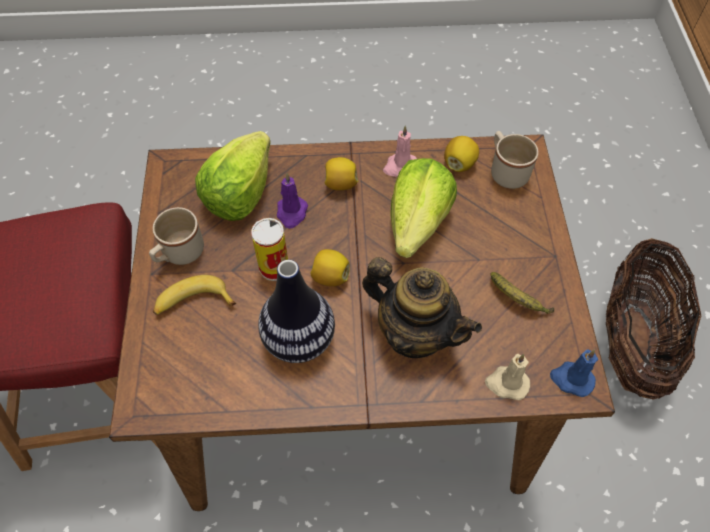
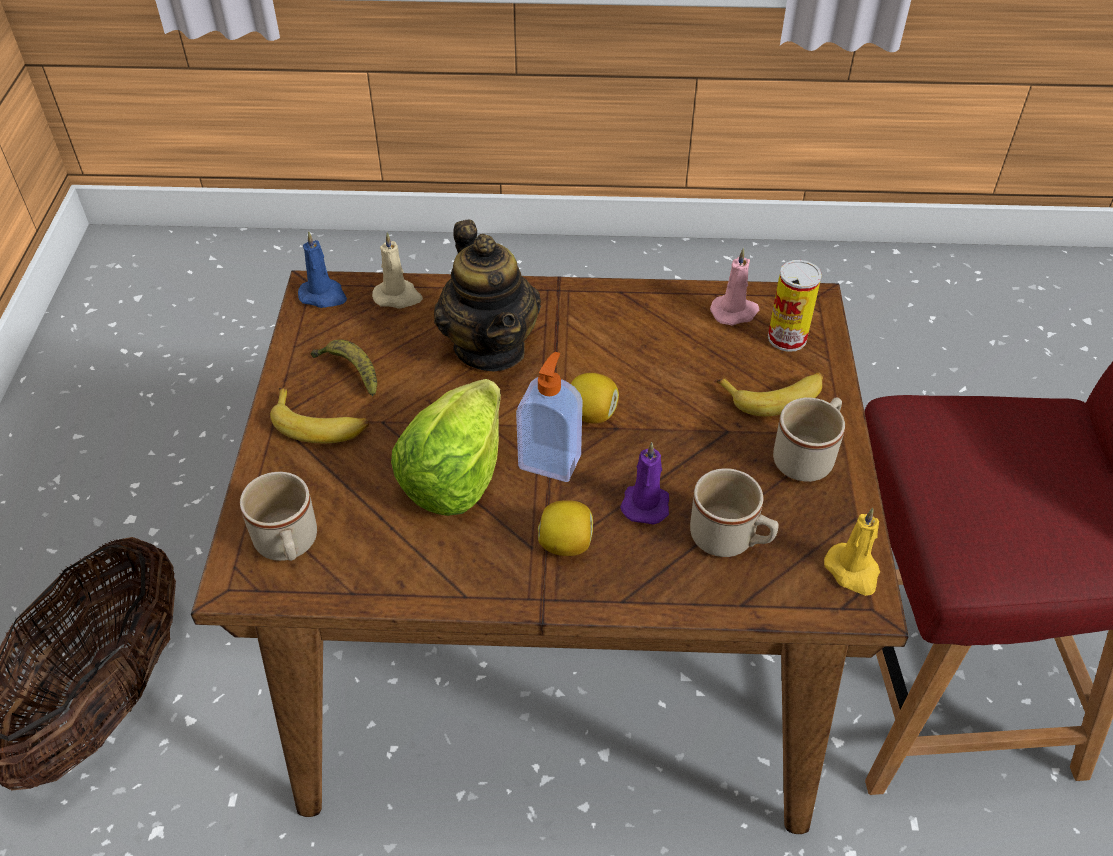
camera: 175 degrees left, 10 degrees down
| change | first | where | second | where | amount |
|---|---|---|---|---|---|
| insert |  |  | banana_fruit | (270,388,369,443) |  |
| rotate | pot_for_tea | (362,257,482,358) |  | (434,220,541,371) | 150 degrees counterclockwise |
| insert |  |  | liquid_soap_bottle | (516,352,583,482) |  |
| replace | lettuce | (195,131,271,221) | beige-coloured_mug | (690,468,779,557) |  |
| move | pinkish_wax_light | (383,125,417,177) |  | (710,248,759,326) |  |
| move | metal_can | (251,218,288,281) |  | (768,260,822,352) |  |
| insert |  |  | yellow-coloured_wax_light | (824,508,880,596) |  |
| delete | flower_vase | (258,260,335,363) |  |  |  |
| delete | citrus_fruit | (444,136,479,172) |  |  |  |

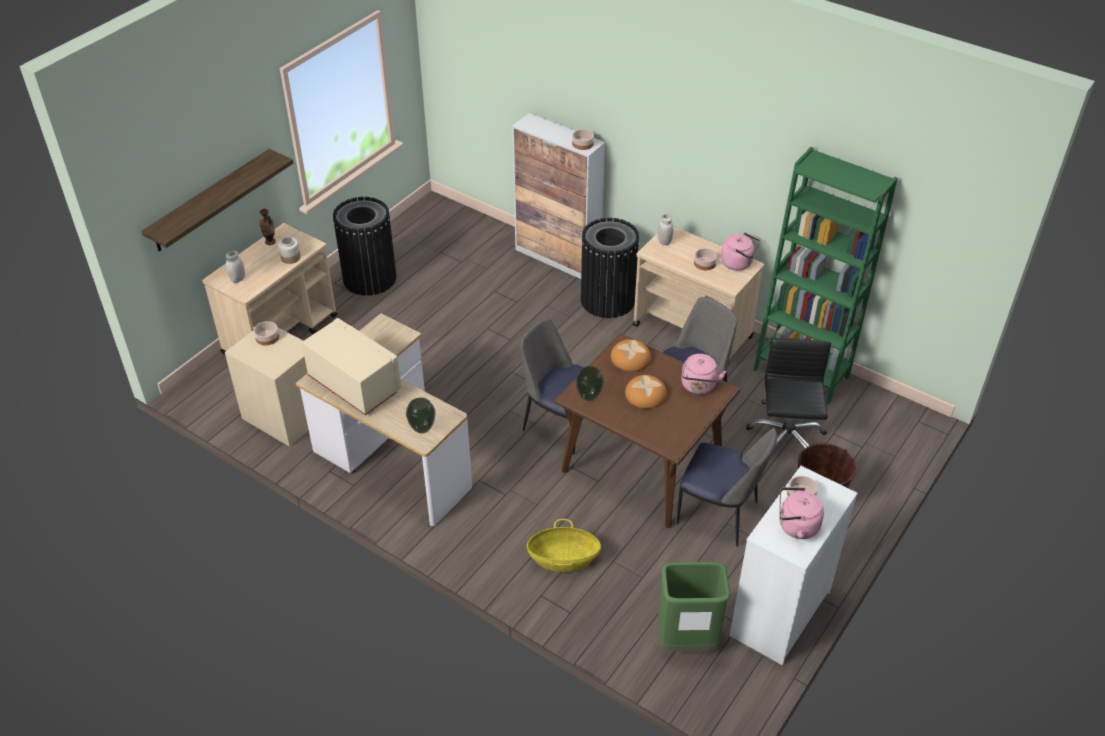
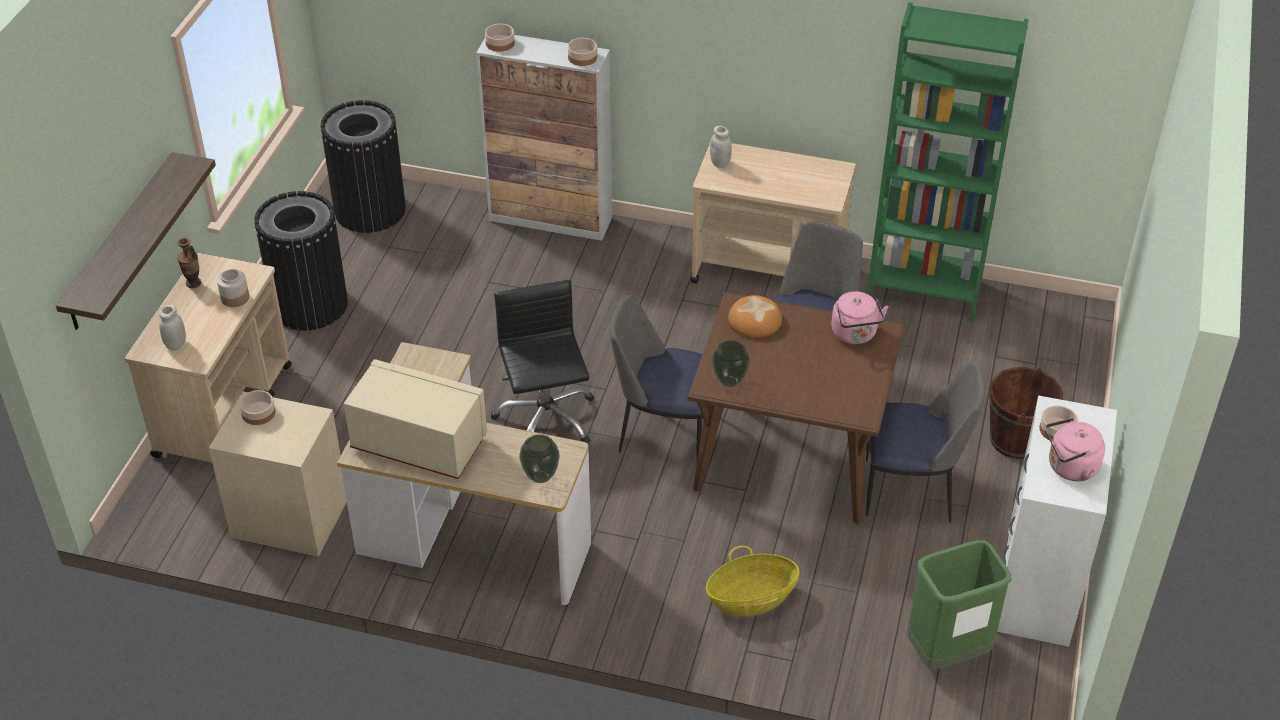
camera: 20 degrees left, 0 degrees up
| change | first | where | second | where | amount |
|---|---|---|---|---|---|
| move | black-coloured_waste_bin | (581,218,639,318) |  | (321,100,406,233) |  |
| move | serving_bowl | (694,248,717,270) |  | (485,24,515,52) |  |
| move | black-coloured_desk_chair | (746,338,831,448) |  | (491,280,594,443) |  |
| delete | bread | (625,375,667,409) |  |  |  |
| delete | pinkish_water_kettle | (721,233,760,270) |  |  |  |

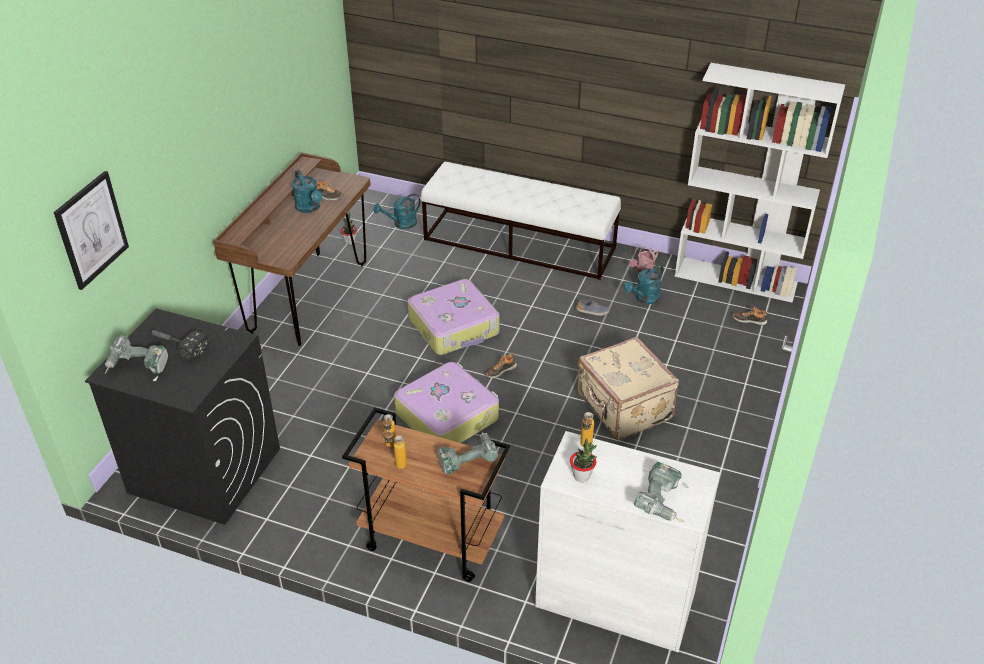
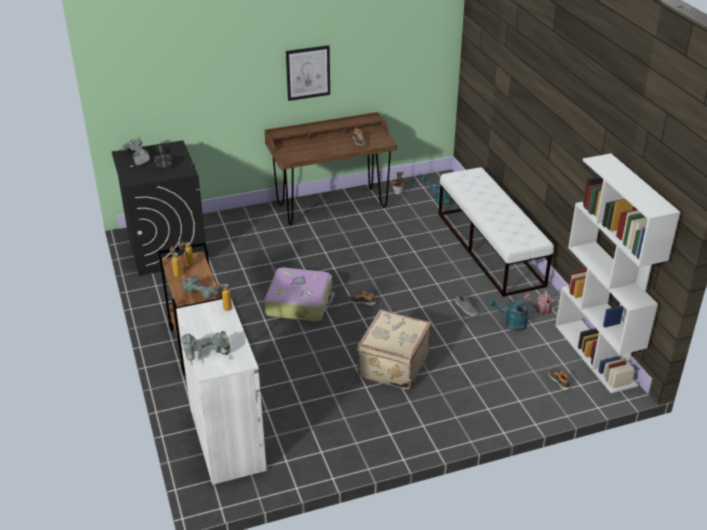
camera: 50 degrees right, 5 degrees down
| change | first | where | second | where | amount |
|---|---|---|---|---|---|
| move | wall_art | (54,171,129,290) |  | (286,45,330,101) |  |
| delete | turquoise_watering_pot | (292,170,322,213) |  |  |  |
| delete | piece_of_luggage | (407,279,500,355) |  |  |  |
| delete | plant_in_a_pot | (570,438,597,482) |  |  |  |

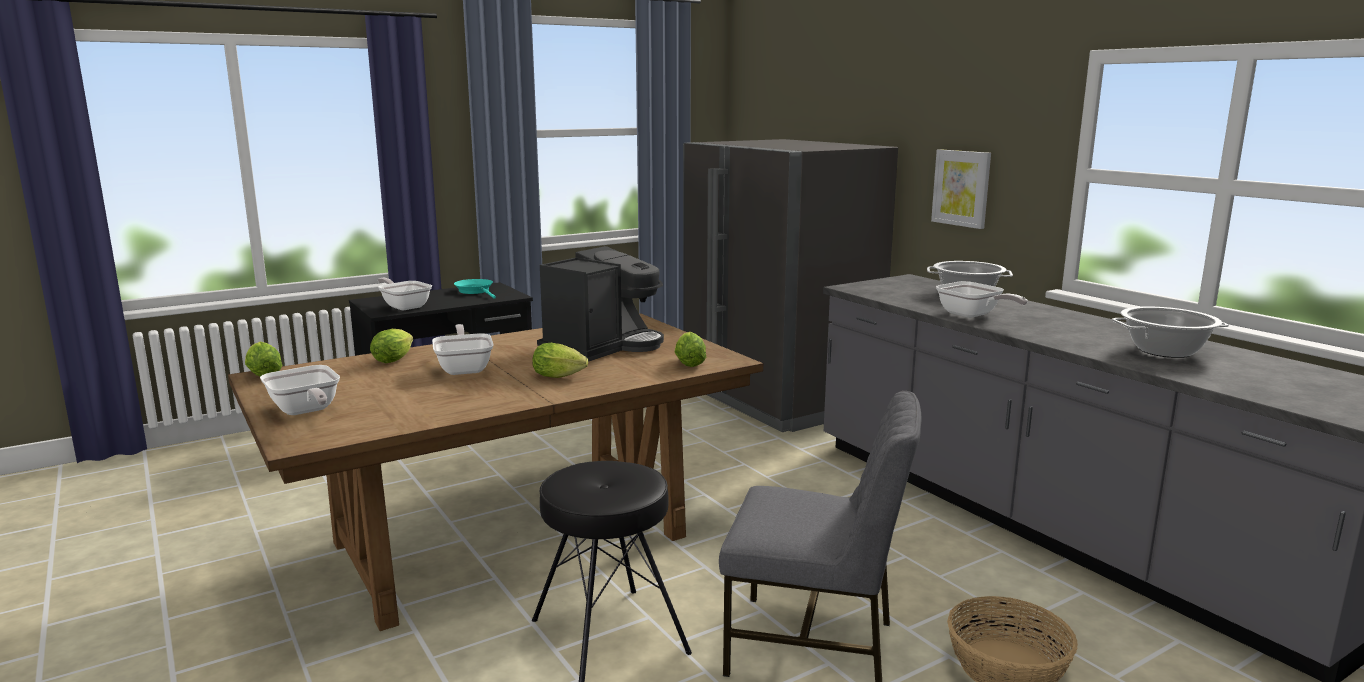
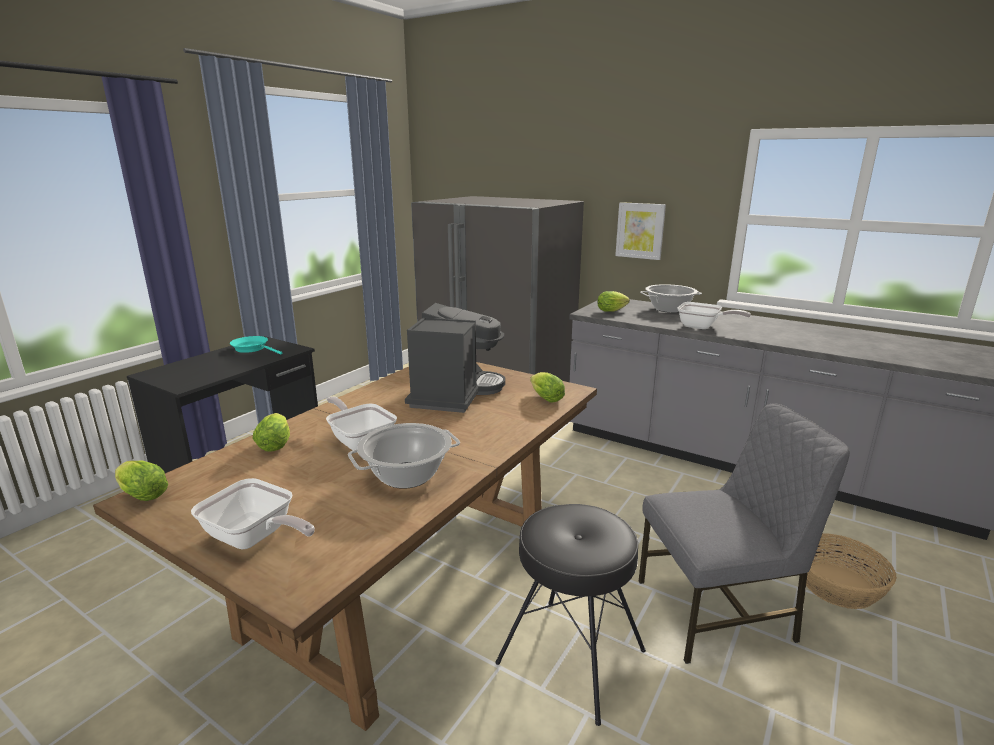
camera: 25 degrees left, 5 degrees up
| change | first | where | second | where | amount |
|---|---|---|---|---|---|
| move | stockpot | (1112,307,1229,358) |  | (348,423,460,489) |  |
| move | lettuce | (532,343,588,378) |  | (597,291,630,312) |  |
| delete | pan | (378,278,432,310) |  |  |  |

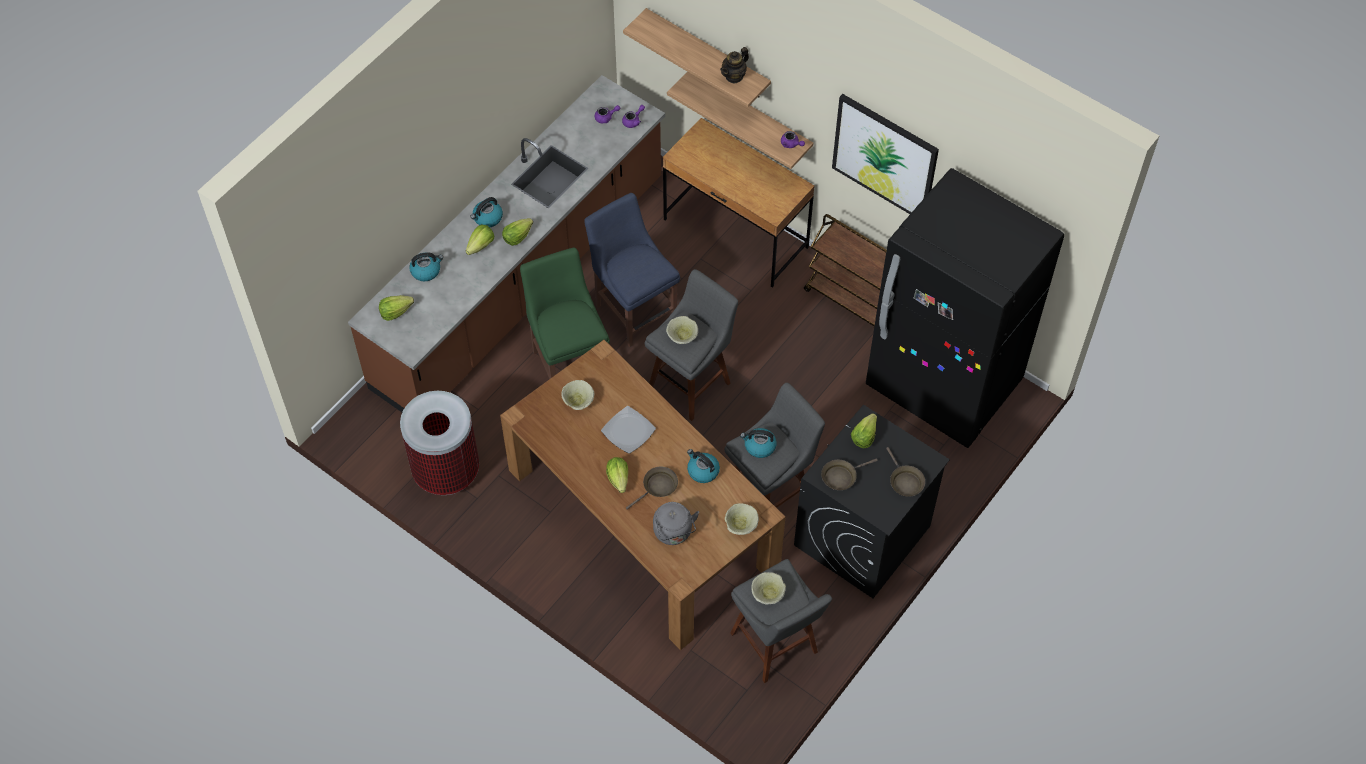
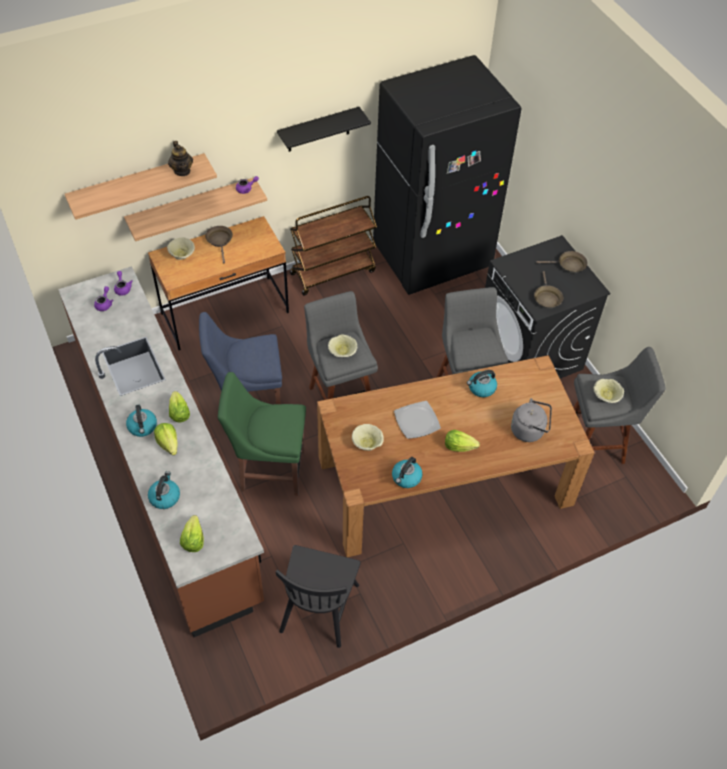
camera: 65 degrees left, 5 degrees down
| change | first | where | second | where | amount |
|---|---|---|---|---|---|
| move | beige-coloured_serving_bowl | (725,503,759,535) |  | (167,237,195,260) |  |
| move | brown-coloured_pan | (626,467,678,510) |  | (205,226,233,264) |  |
| replace | waste_bin | (400,391,479,495) | black-coloured_upright_chair | (276,545,361,648) |  |
| replace | wall_art | (832,94,939,214) | black-coloured_wall_shelf | (277,107,371,152) |  |
| move | water_kettle | (740,428,777,458) |  | (392,457,423,488) |  |
| delete | lettuce | (851,414,877,448) |  |  |  |

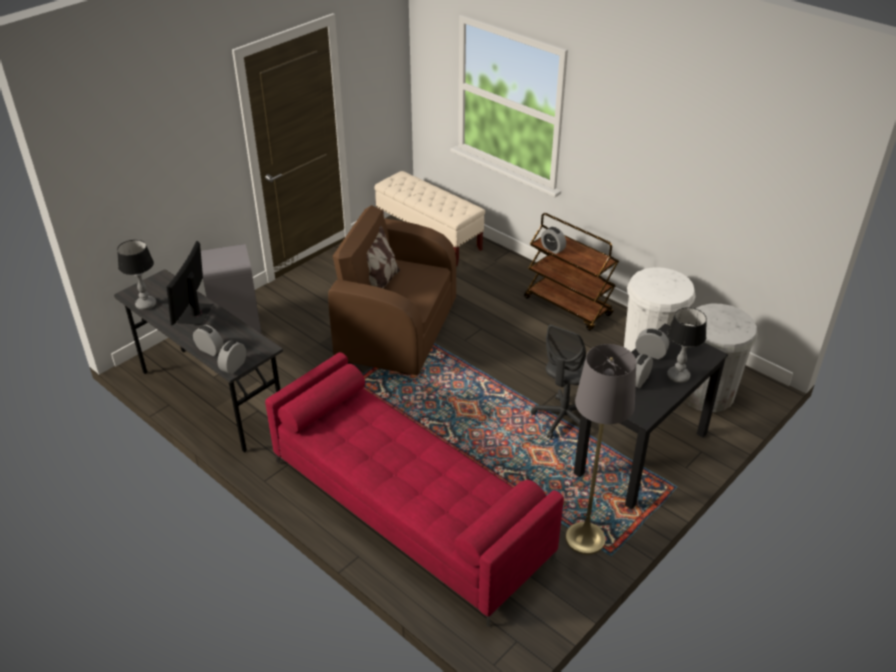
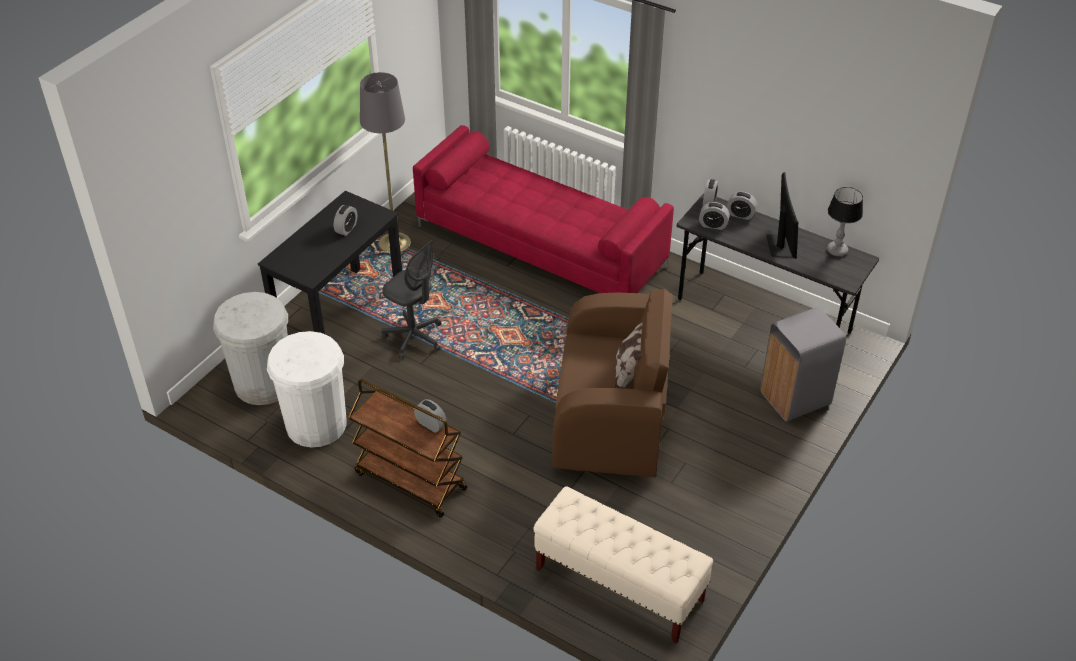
camera: 170 degrees right, 5 degrees up
| change | first | where | second | where | amount |
|---|---|---|---|---|---|
| rotate | greyish_desk_chair | (531,325,586,439) |  | (381,240,441,359) | 105 degrees clockwise |
| move | table_clock | (635,328,669,359) |  | (699,202,730,230) |  |
| delete | table_lamp | (667,307,707,383) |  |  |  |

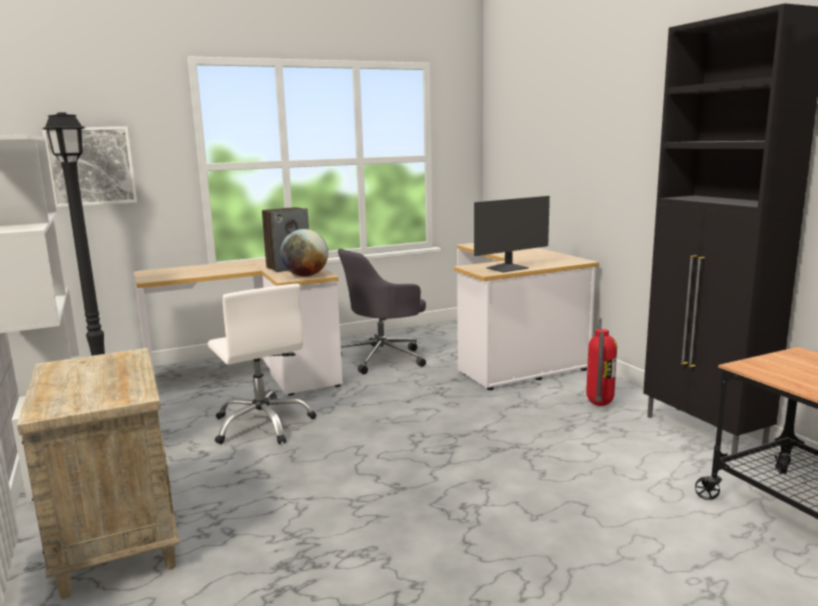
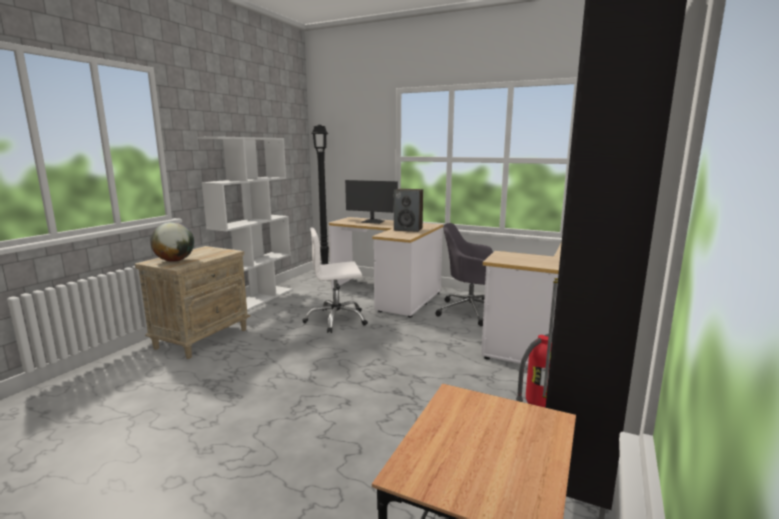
camera: 50 degrees right, 0 degrees up
| change | first | where | second | where | amount |
|---|---|---|---|---|---|
| move | world_globe | (280,229,328,276) |  | (150,222,194,262) |  |
| rotate | white_desk_chair | (208,284,316,444) |  | (302,227,368,333) | 60 degrees clockwise |
| move | computer_screen | (474,196,550,272) |  | (345,180,398,224) |  |
| delete | wall_art | (42,127,137,207) |  |  |  |

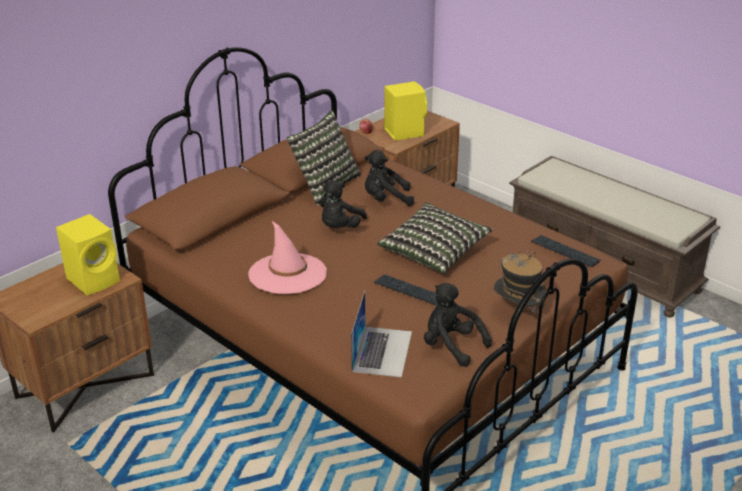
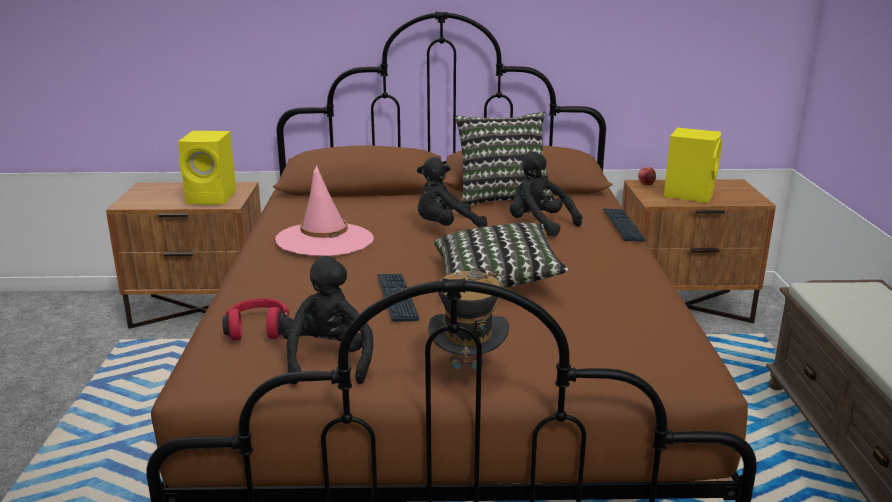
camera: 45 degrees right, 10 degrees down
| change | first | where | second | where | amount |
|---|---|---|---|---|---|
| replace | portable_computer | (351,291,412,377) | red-coloured_headset | (223,298,289,341) |  |
| move | keyboard | (531,235,600,267) |  | (603,208,646,242) |  |

